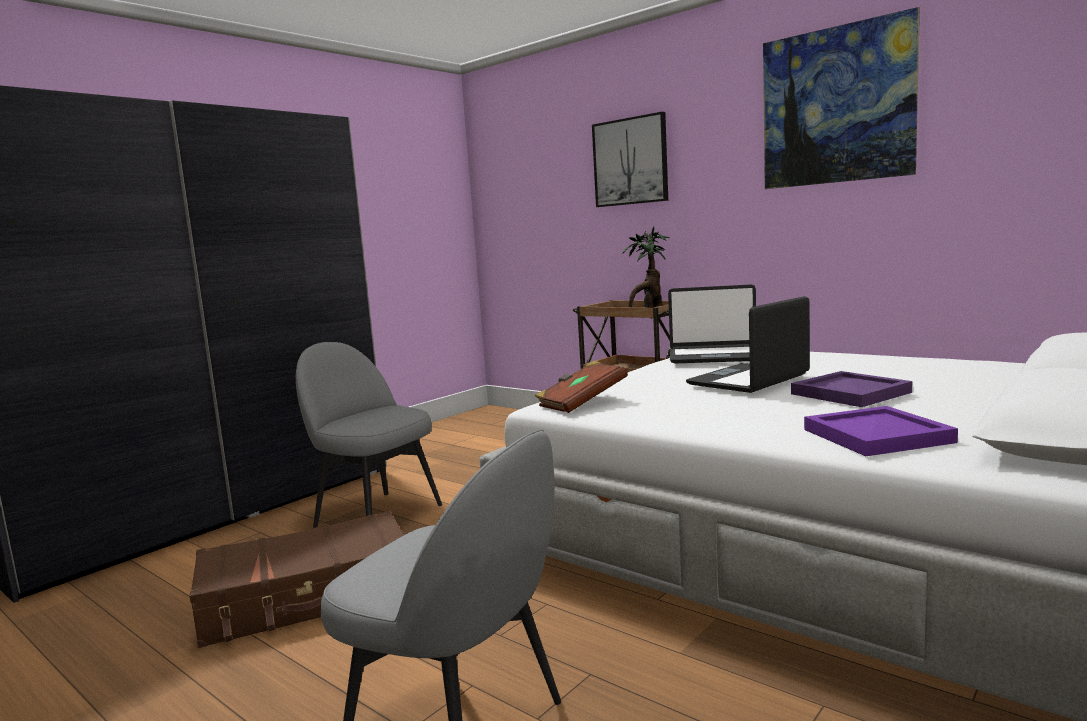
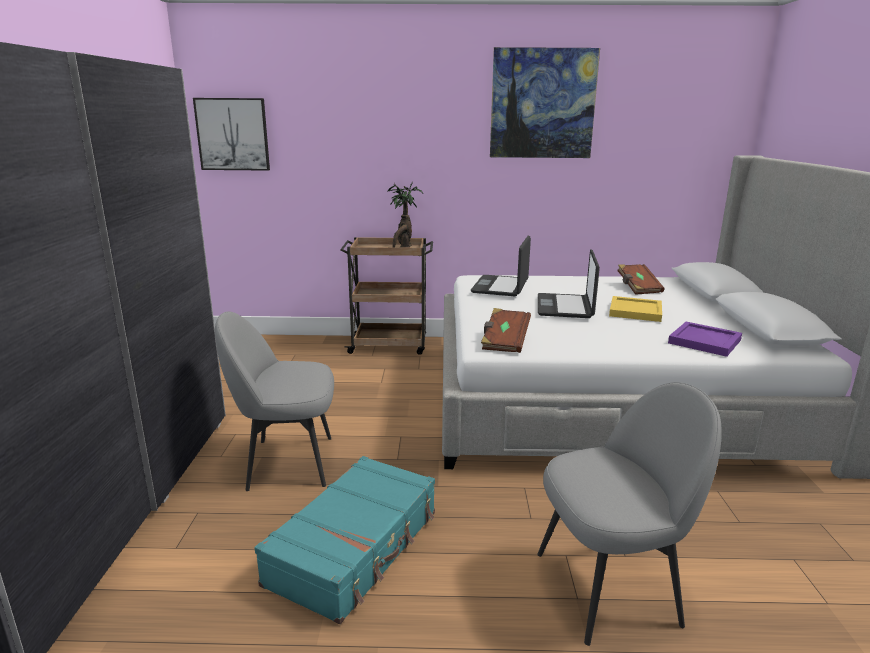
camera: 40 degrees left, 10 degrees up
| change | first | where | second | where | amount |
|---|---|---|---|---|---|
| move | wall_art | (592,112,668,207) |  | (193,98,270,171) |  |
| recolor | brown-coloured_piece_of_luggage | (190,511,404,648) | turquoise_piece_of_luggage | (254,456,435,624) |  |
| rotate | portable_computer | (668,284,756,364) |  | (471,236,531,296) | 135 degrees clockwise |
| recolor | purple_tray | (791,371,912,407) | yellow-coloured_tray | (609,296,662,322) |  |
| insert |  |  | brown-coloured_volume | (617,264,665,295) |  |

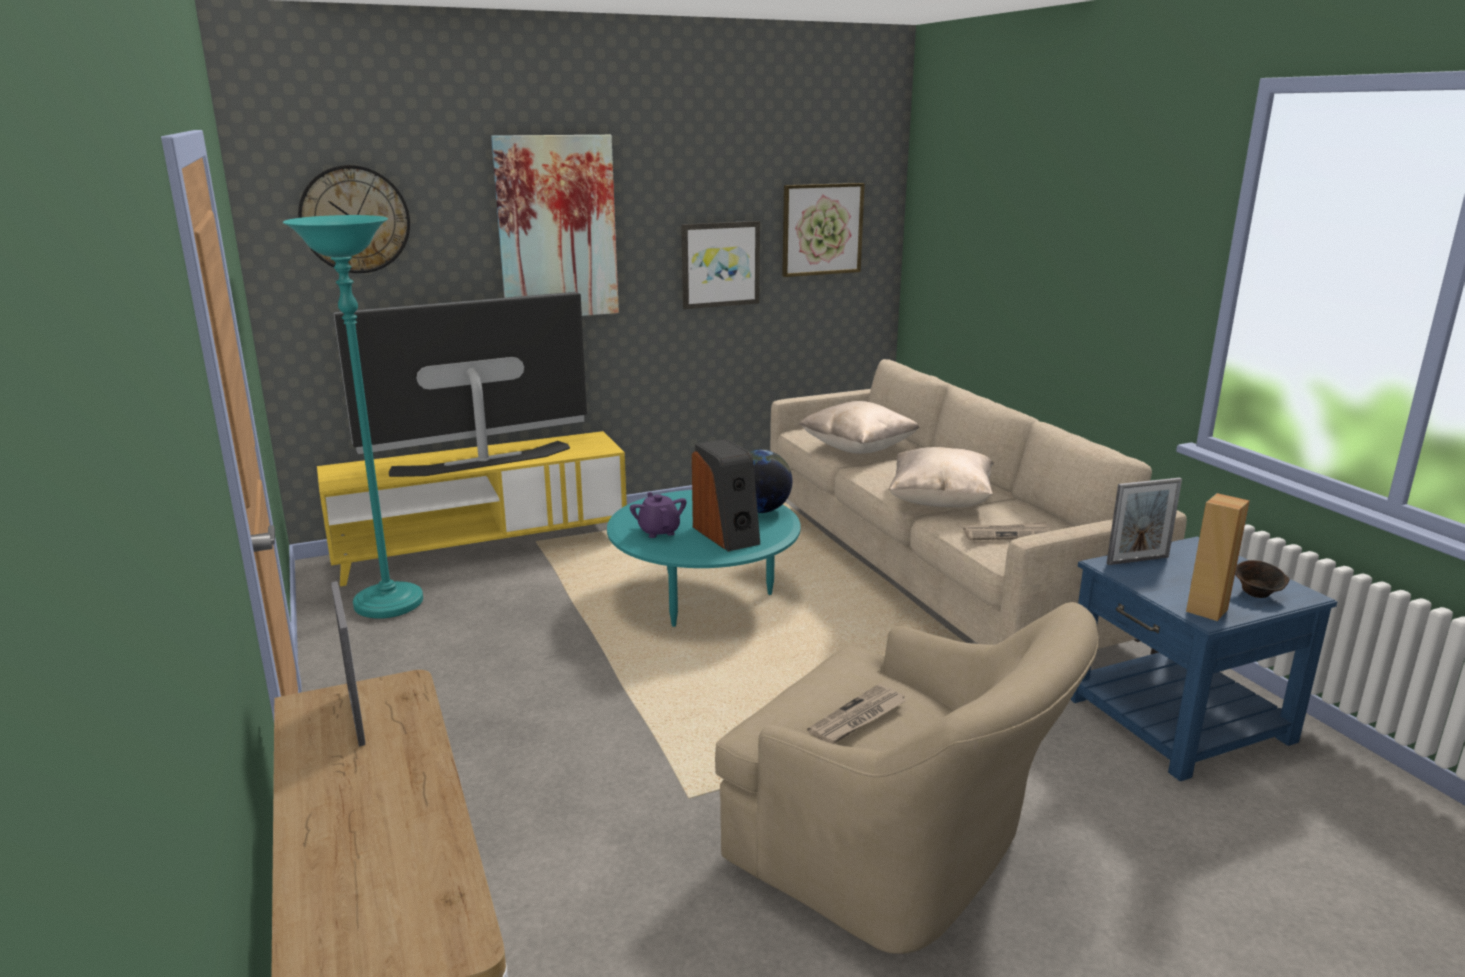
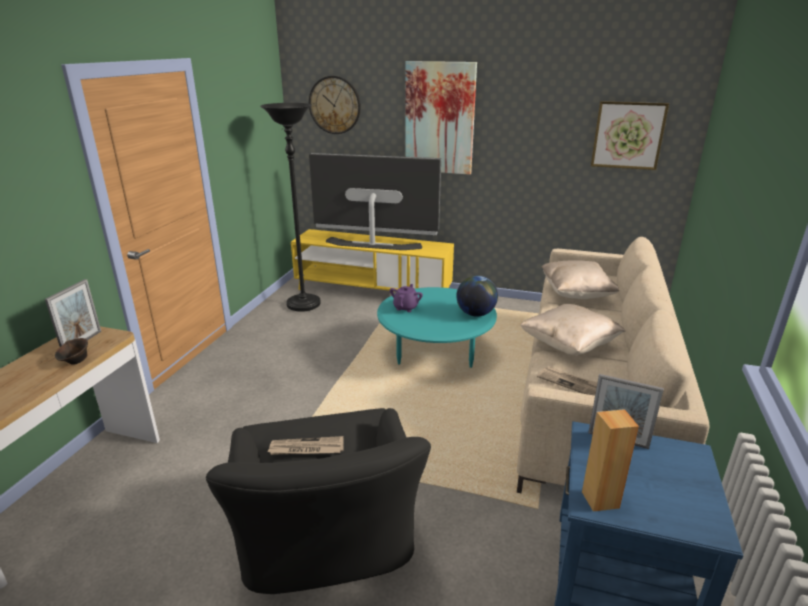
camera: 40 degrees right, 5 degrees up
| change | first | where | second | where | amount |
|---|---|---|---|---|---|
| move | brown-coloured_serving_bowl | (1235,560,1290,598) |  | (55,338,88,365) |  |
| recolor | beige-coloured_easy_chair | (715,602,1099,954) | black-coloured_easy_chair | (206,408,431,594) |  |
| recolor | turquoise_standing_lamp | (283,215,423,619) | black-coloured_standing_lamp | (260,103,321,312) |  |
| delete | wall_art | (681,221,760,309) |  |  |  |
| delete | audio_speaker | (692,439,760,552) |  |  |  |

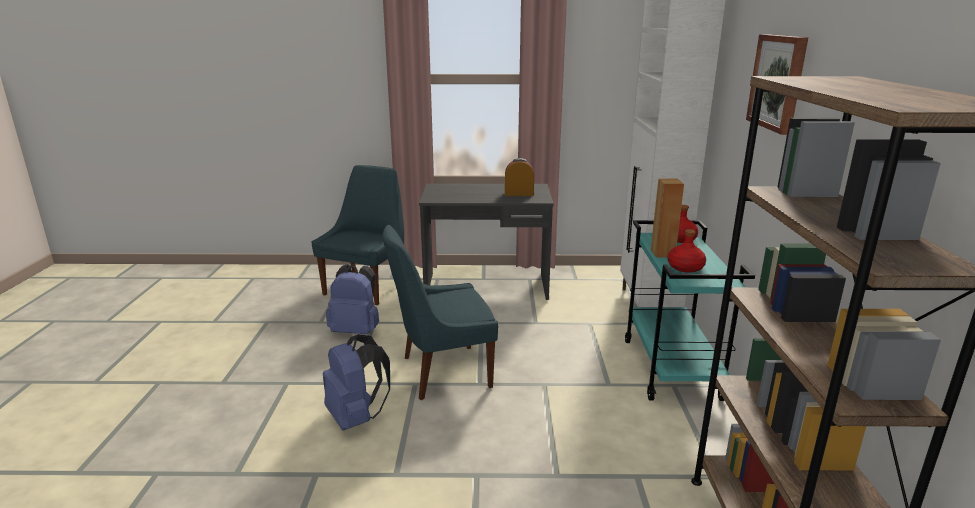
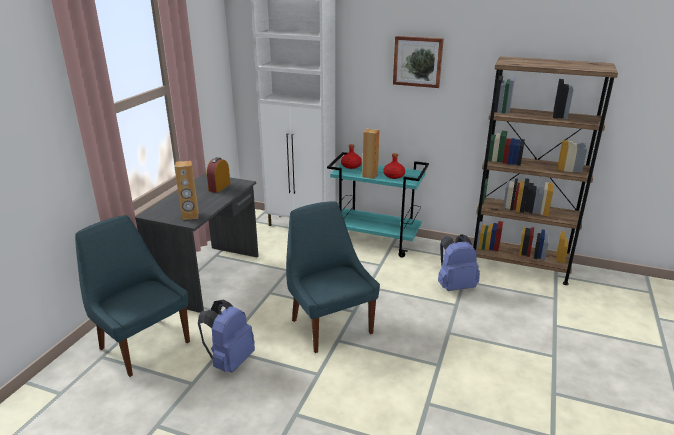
camera: 70 degrees left, 5 degrees up
| change | first | where | second | where | amount |
|---|---|---|---|---|---|
| insert |  |  | brown-coloured_audio_speaker | (175,161,199,220) |  |
| rotate | bluish_upright_chair | (382,225,498,400) |  | (286,201,380,353) | 150 degrees clockwise |
| move | bluish_knapsack | (323,334,390,430) |  | (438,234,480,291) |  |

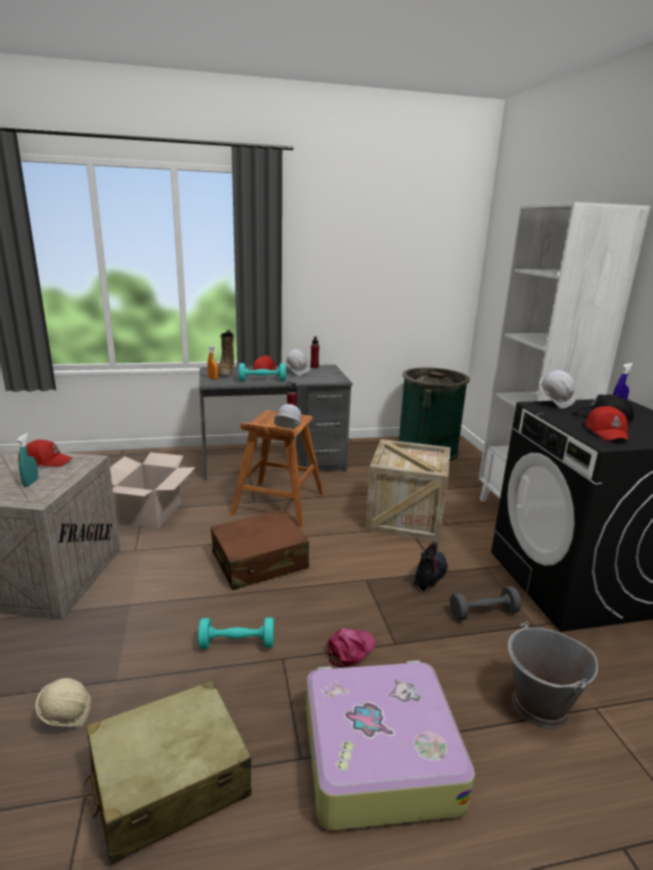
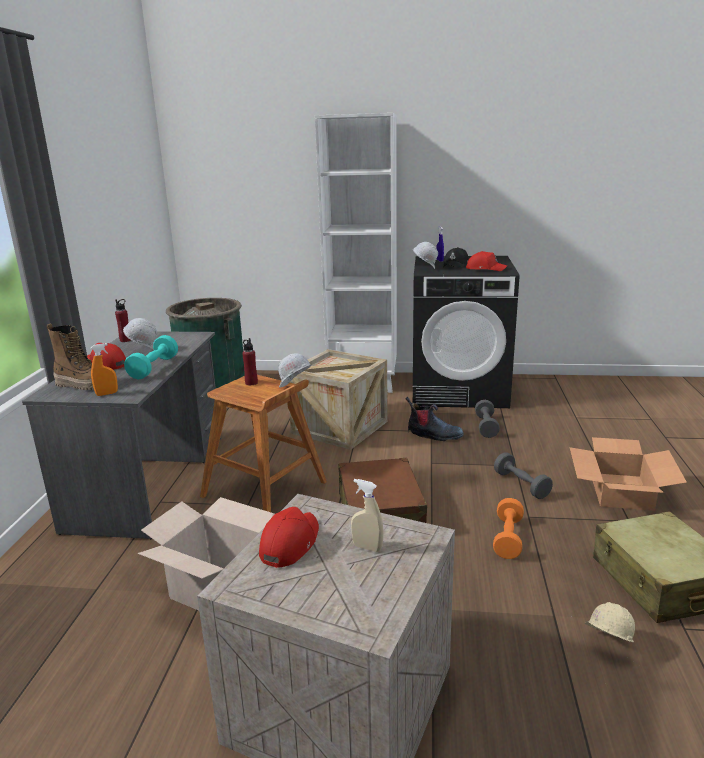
camera: 70 degrees left, 0 degrees up
| change | first | where | second | where | amount |
|---|---|---|---|---|---|
| recolor | turquoise_sprayer | (17,433,39,487) | beige-coloured_sprayer | (351,479,383,552) |  |
| rotate | tall_boot | (414,542,448,591) |  | (406,397,464,441) | 150 degrees clockwise |
| recolor | turquoise_free_weight | (198,618,274,649) | orangey_free_weight | (493,498,524,559) |  |
| replace | pinkish_cap | (328,628,375,668) | greyish_free_weight | (494,452,553,499) |  |
| replace | piece_of_luggage | (306,660,475,830) | carton | (570,437,687,511) |  |
| delete | greyish_water_bucket | (508,621,598,729) |  |  |  |

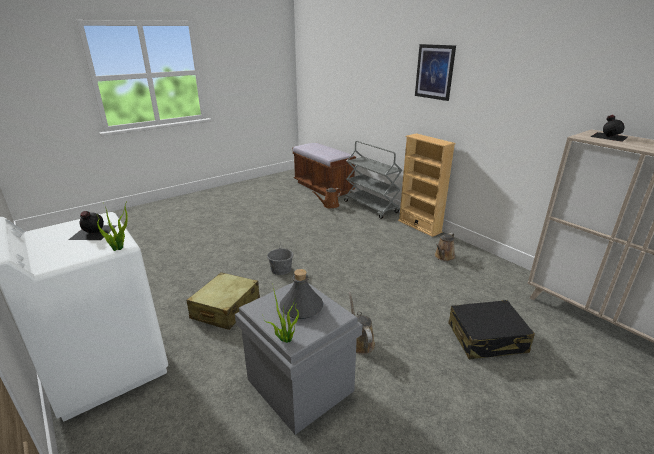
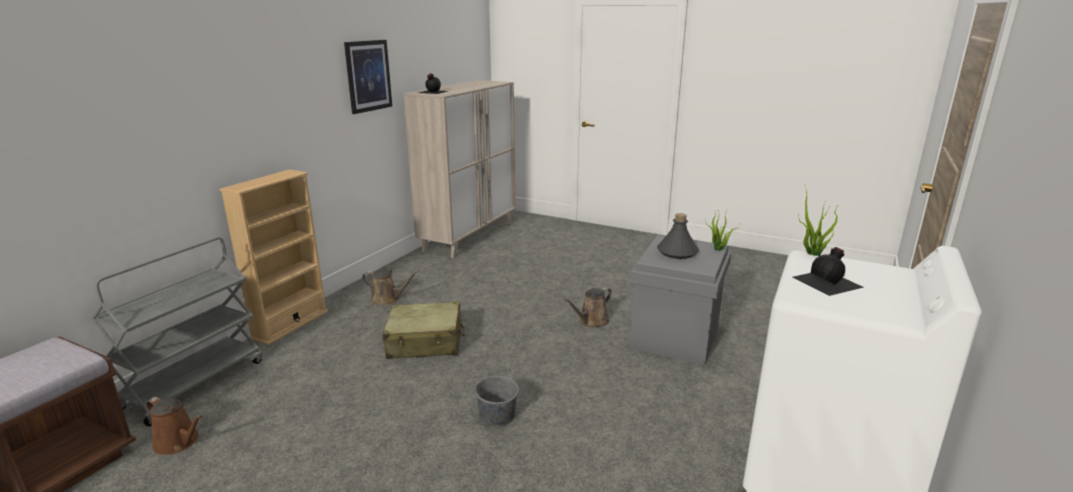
camera: 115 degrees left, 5 degrees down
| change | first | where | second | where | amount |
|---|---|---|---|---|---|
| move | wall_art | (415,44,456,101) |  | (344,40,392,114) |  |
| move | beige-coloured_piece_of_luggage | (187,272,260,330) |  | (382,301,465,359) |  |
| delete | black-coloured_piece_of_luggage | (448,300,535,359) |  |  |  |

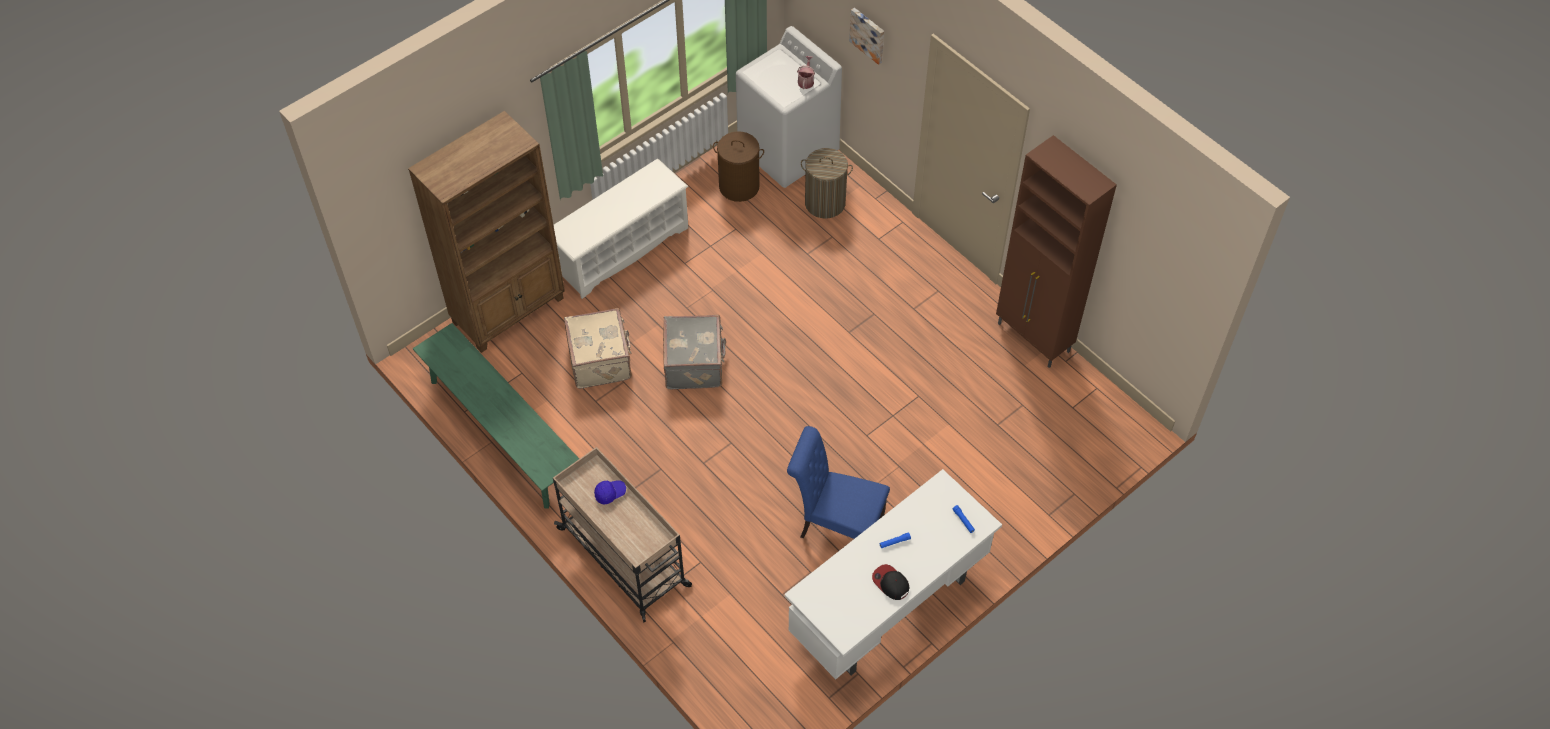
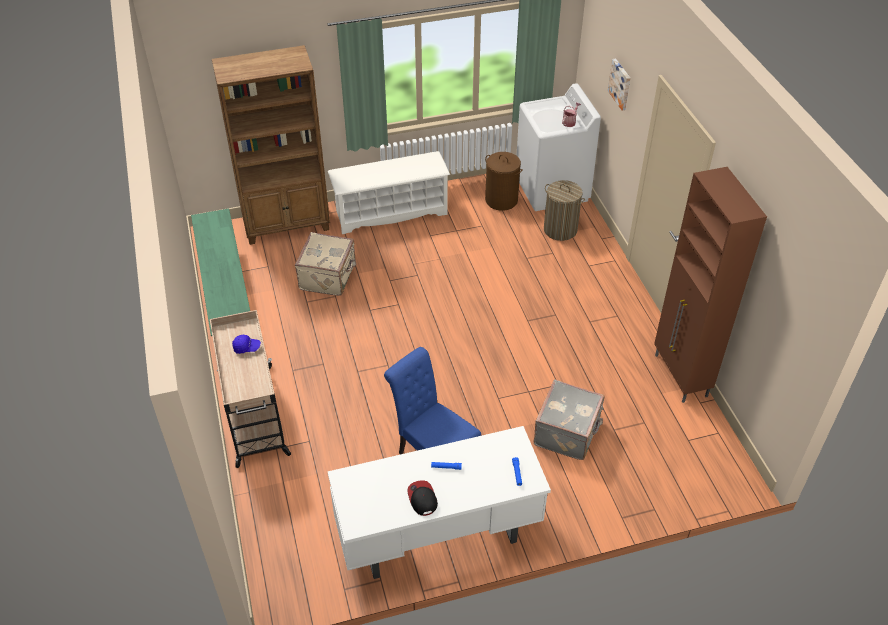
camera: 25 degrees right, 10 degrees down
| change | first | where | second | where | amount |
|---|---|---|---|---|---|
| move | greyish_piece_of_luggage | (663,315,726,389) |  | (534,379,604,460) |  |

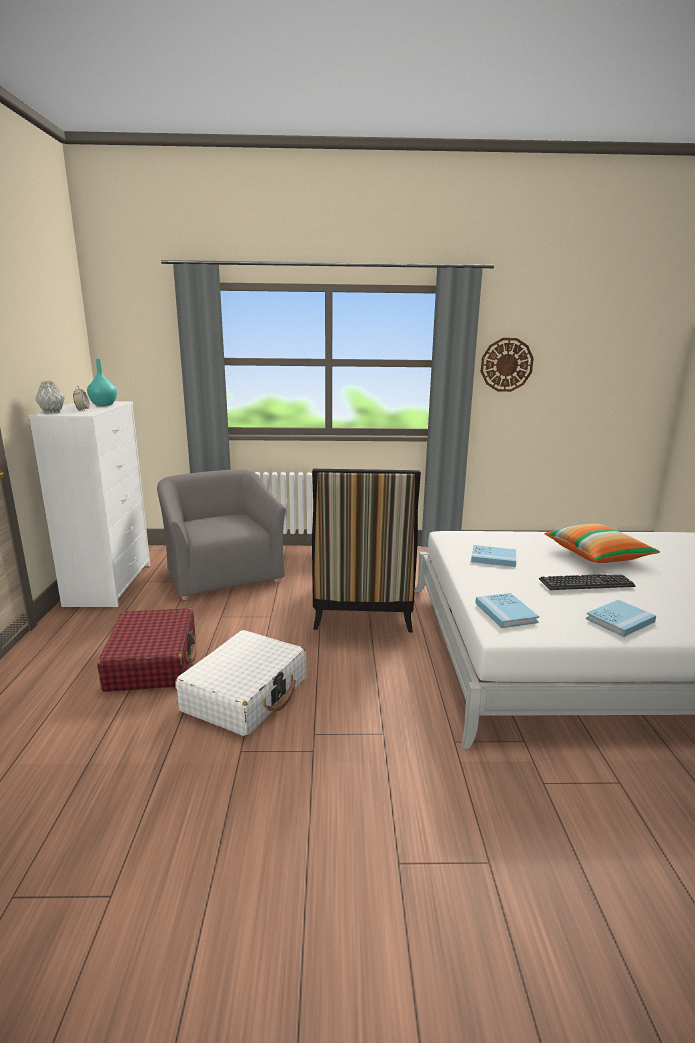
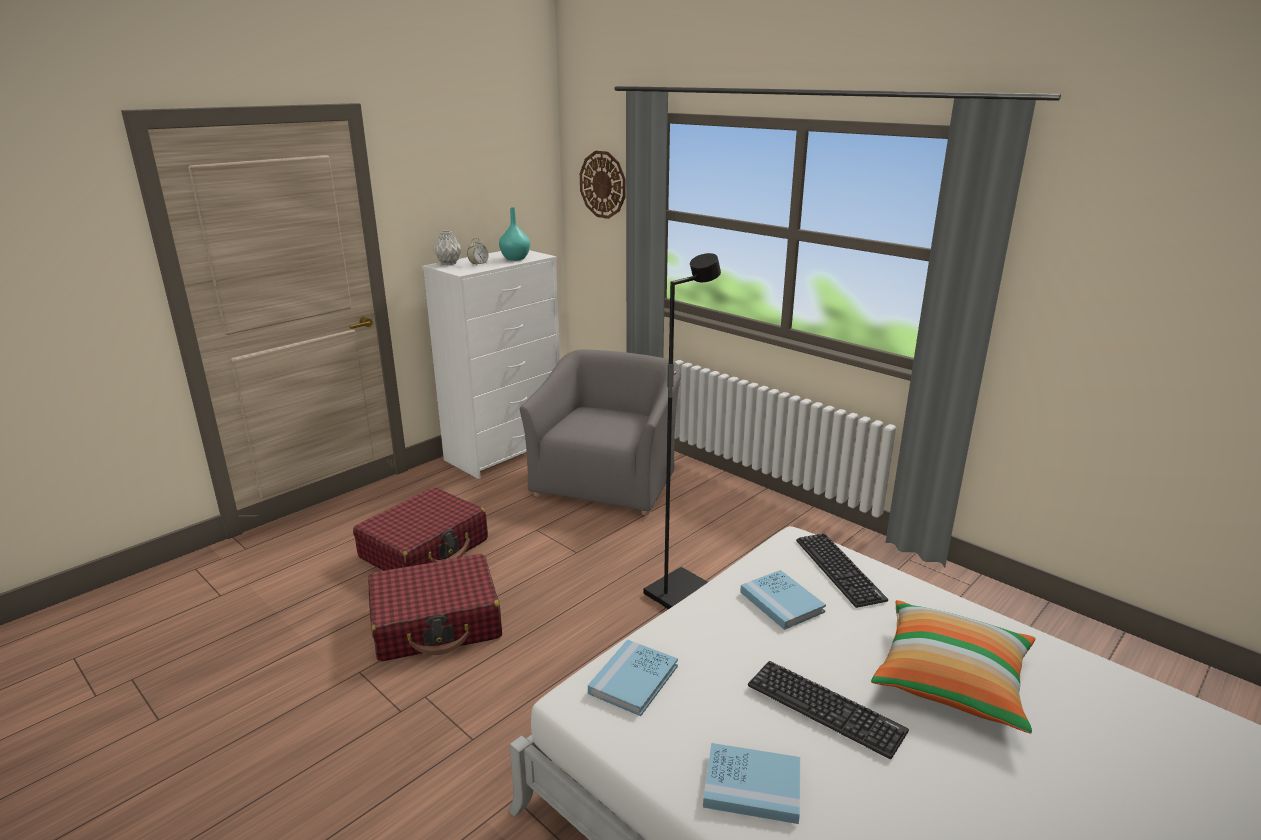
camera: 45 degrees right, 5 degrees up
| change | first | where | second | where | amount |
|---|---|---|---|---|---|
| recolor | white_piece_of_luggage | (175,630,306,737) | red-coloured_piece_of_luggage | (368,554,502,662) |  |
| move | wall_clock | (481,338,534,392) |  | (580,151,626,219) |  |
| replace | upright_chair | (312,469,421,632) | black-coloured_standing_lamp | (644,253,721,609) |  |
| insert |  |  | keyboard | (796,533,888,608) |  |

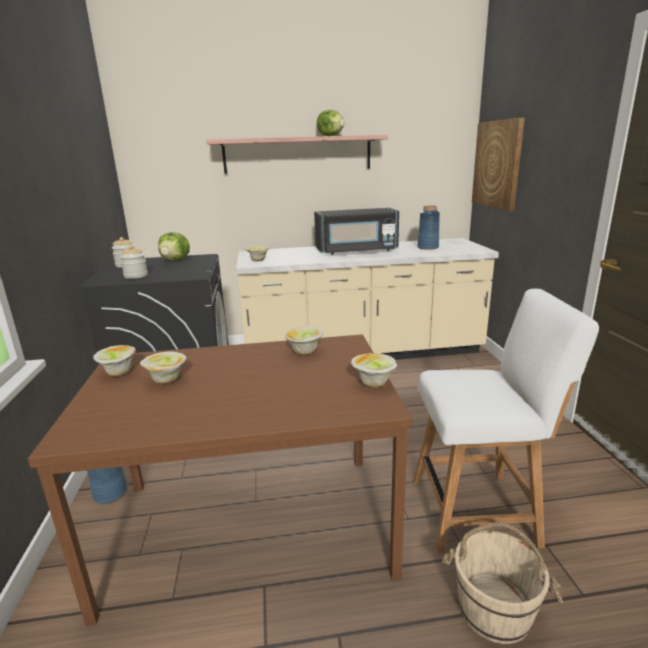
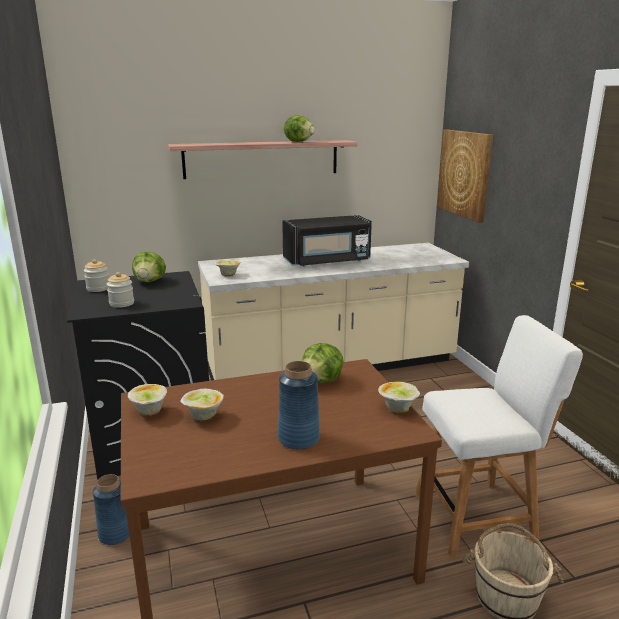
camera: 10 degrees left, 0 degrees up
| change | first | where | second | where | amount |
|---|---|---|---|---|---|
| move | bluish_flower_vase | (418,206,440,250) |  | (278,361,320,450) |  |
| replace | serving_bowl | (285,326,323,355) | lettuce | (302,343,344,383) |  |

